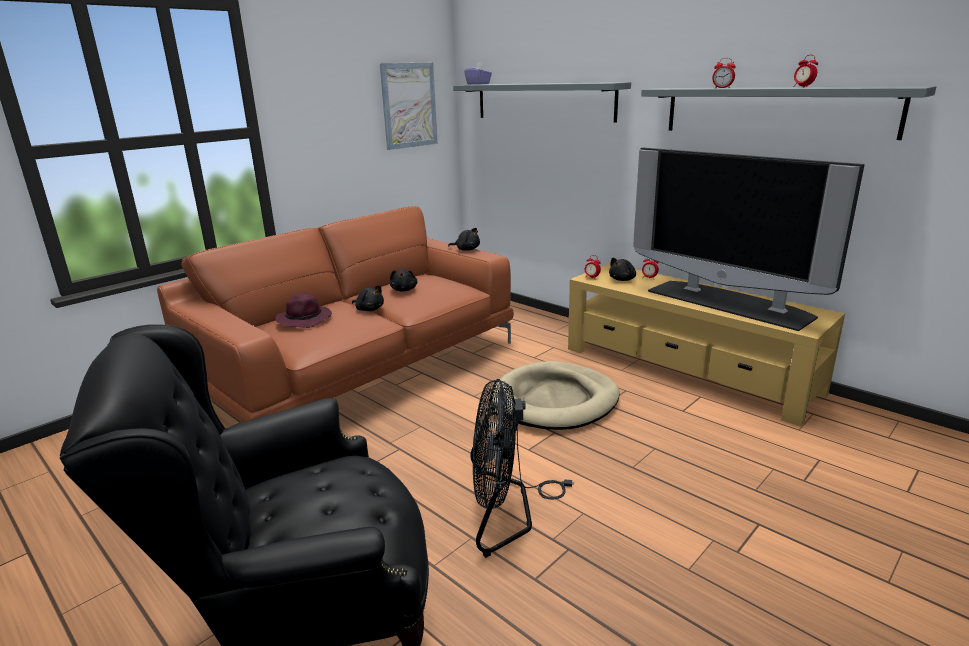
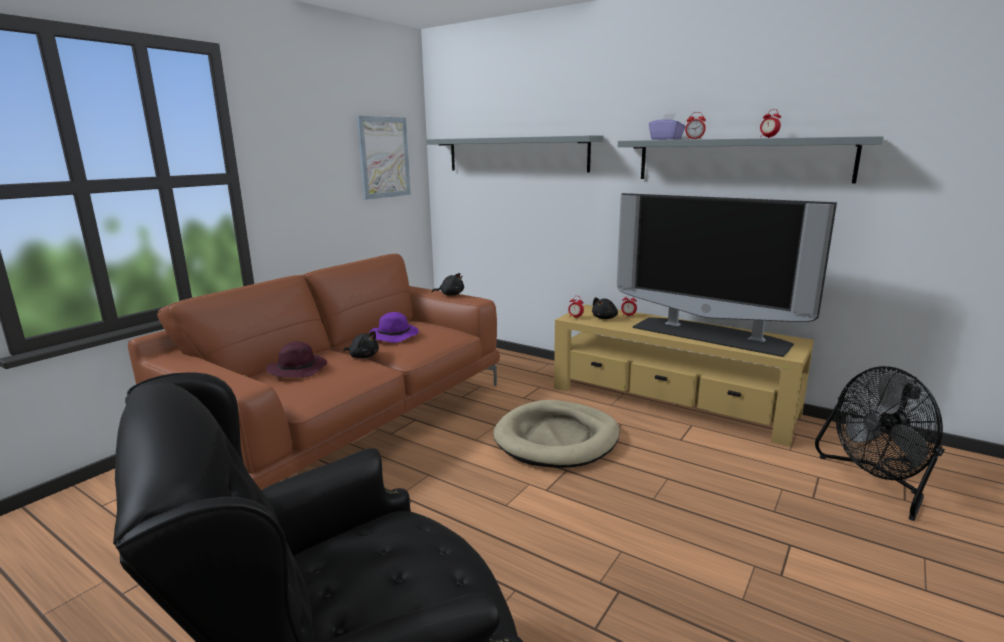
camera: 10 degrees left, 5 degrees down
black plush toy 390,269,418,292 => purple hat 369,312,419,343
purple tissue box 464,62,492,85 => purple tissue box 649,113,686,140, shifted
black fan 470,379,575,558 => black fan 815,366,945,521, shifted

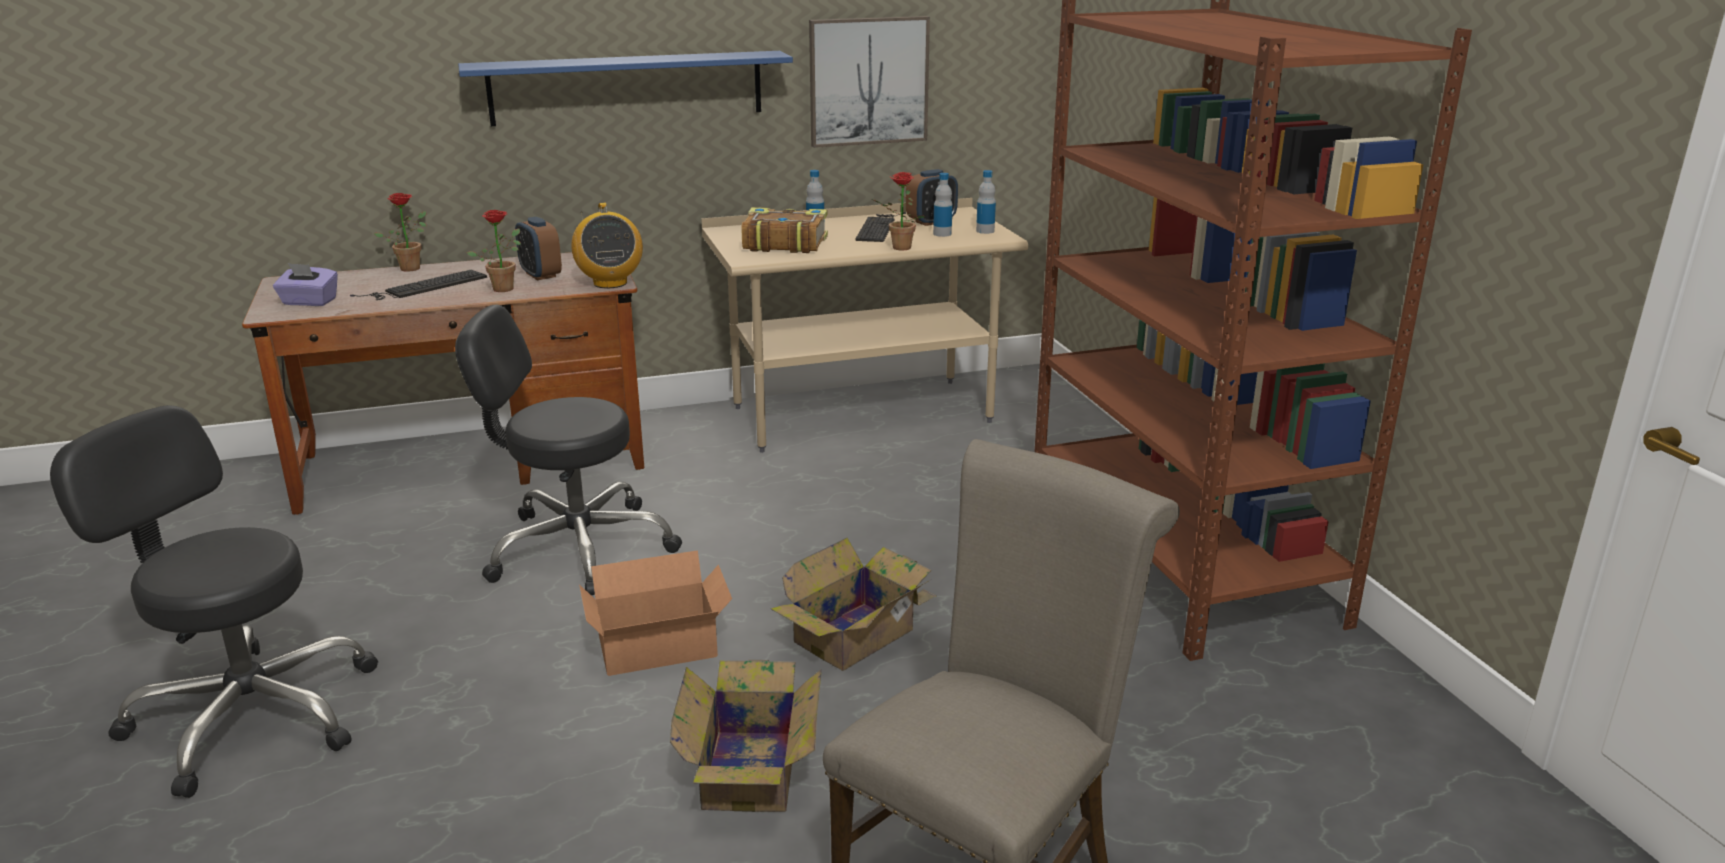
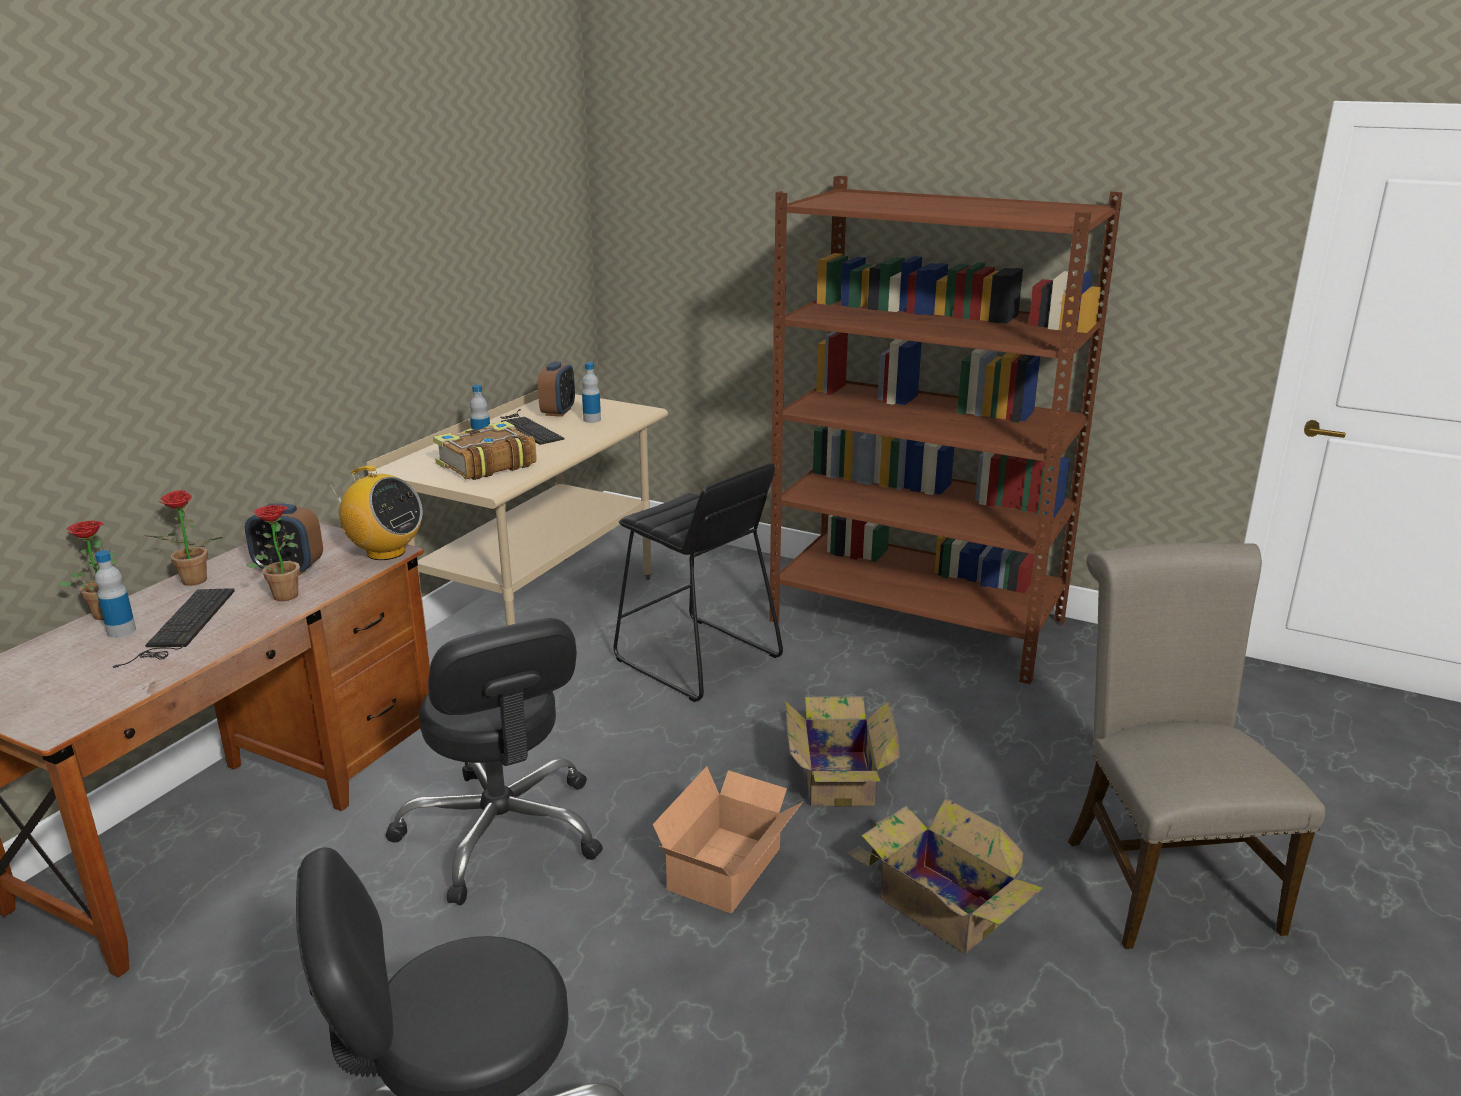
camera: 45 degrees left, 0 degrees up
purple tissue box 273,263,338,306 => nothing
black office chair 455,304,682,595 => black office chair 386,618,603,905, 75 degrees counterclockwise
blue shelf 458,51,793,126 => nothing
picture 809,16,930,148 => nothing
potted plant 872,172,925,250 => potted plant 145,490,222,586, shifted
bottle 976,170,996,234 => bottle 95,550,136,638, shifted
nothing => black stool 613,463,783,702

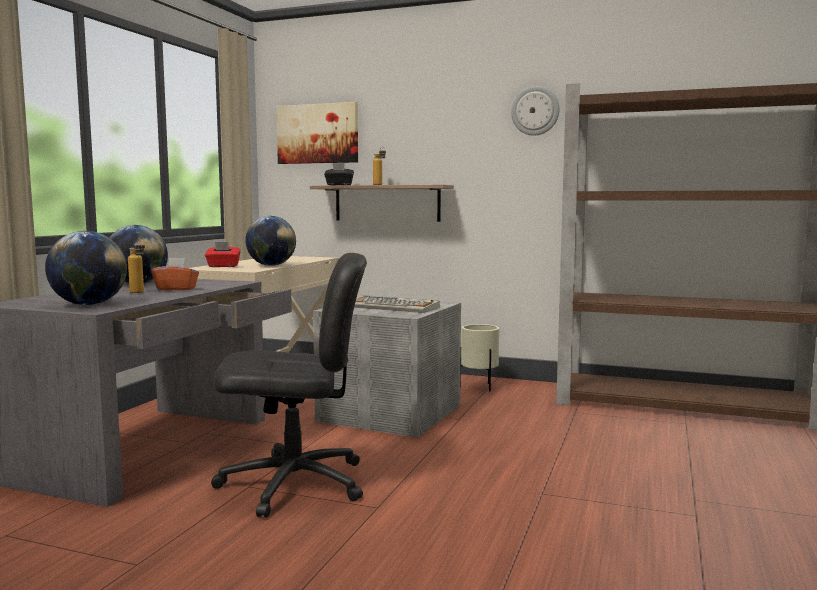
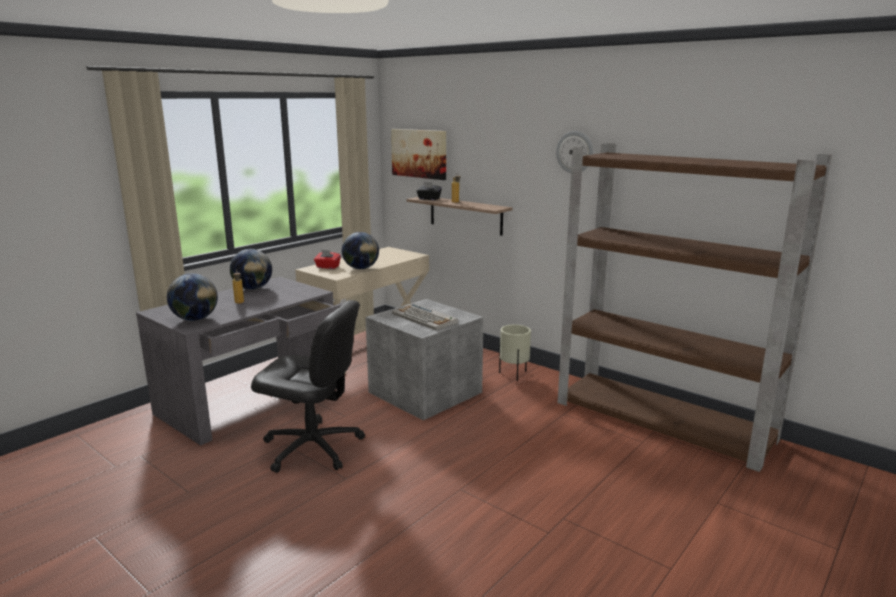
camera: 20 degrees right, 10 degrees up
orange tissue box 151,258,199,290 => nothing

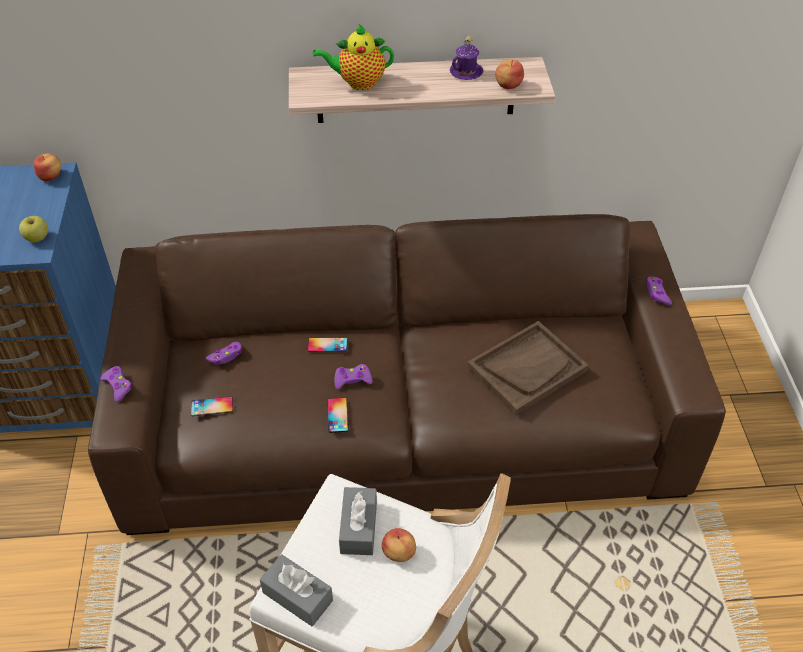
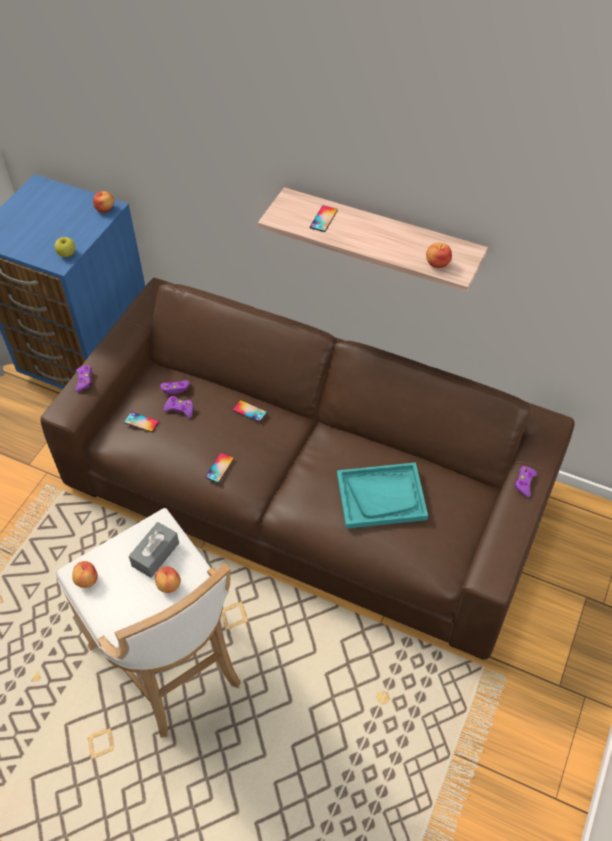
camera: 30 degrees right, 5 degrees up
grey tissue box 260,554,333,626 => apple 72,561,98,588
teapot 313,23,394,90 => phone 310,205,338,232
purple game controller 334,364,373,389 => purple game controller 164,396,193,418, shifted
purple mug 450,36,483,80 => nothing
brown tray 467,321,588,415 => turquoise tray 337,462,428,529

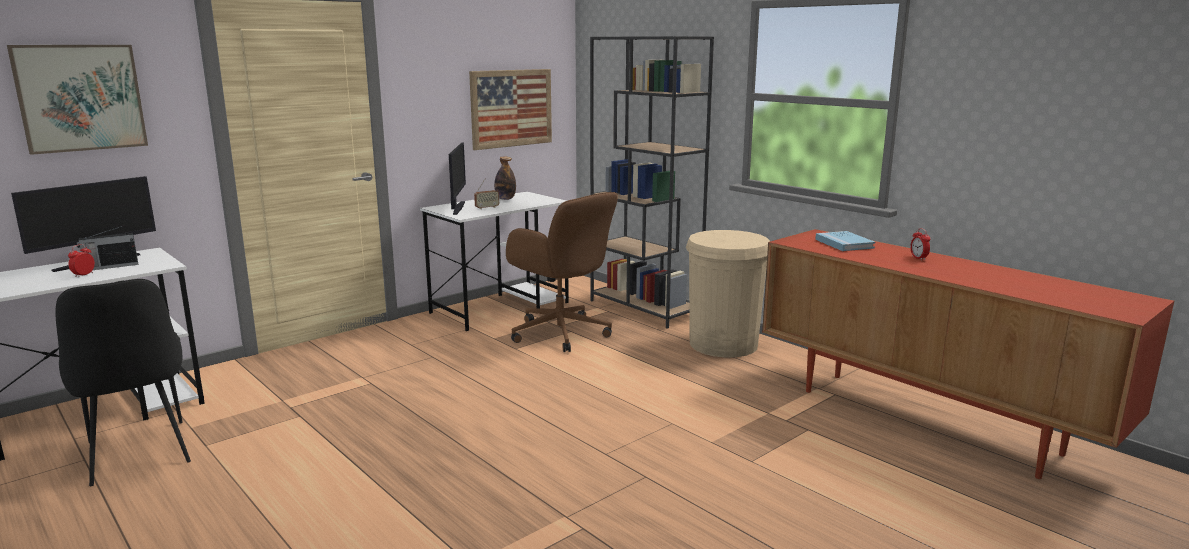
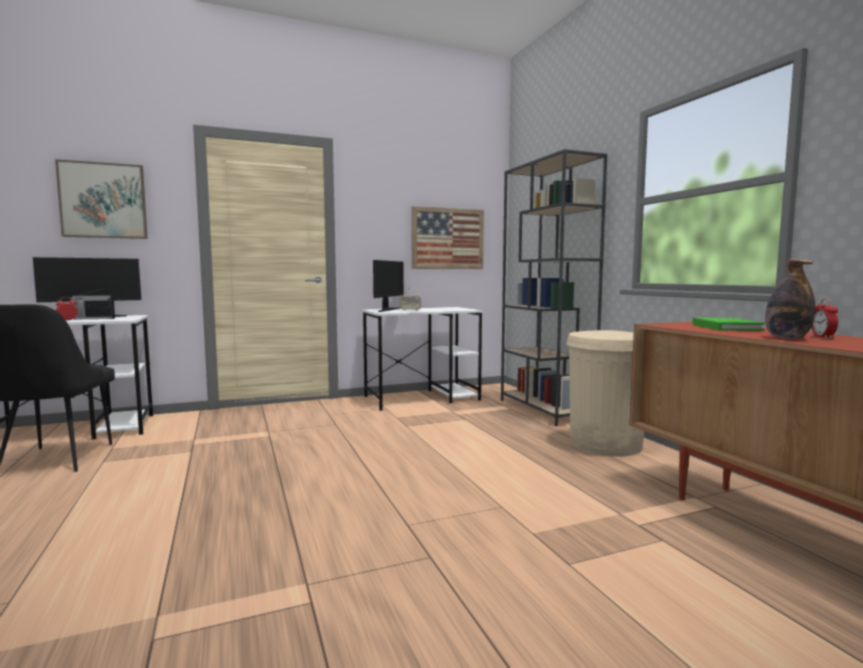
camera: 20 degrees right, 10 degrees down
bottle 494,157,516,200 => bottle 765,259,815,339, shifted
brown office chair 506,192,618,352 => nothing
blue book 815,231,875,251 => green book 692,318,765,331

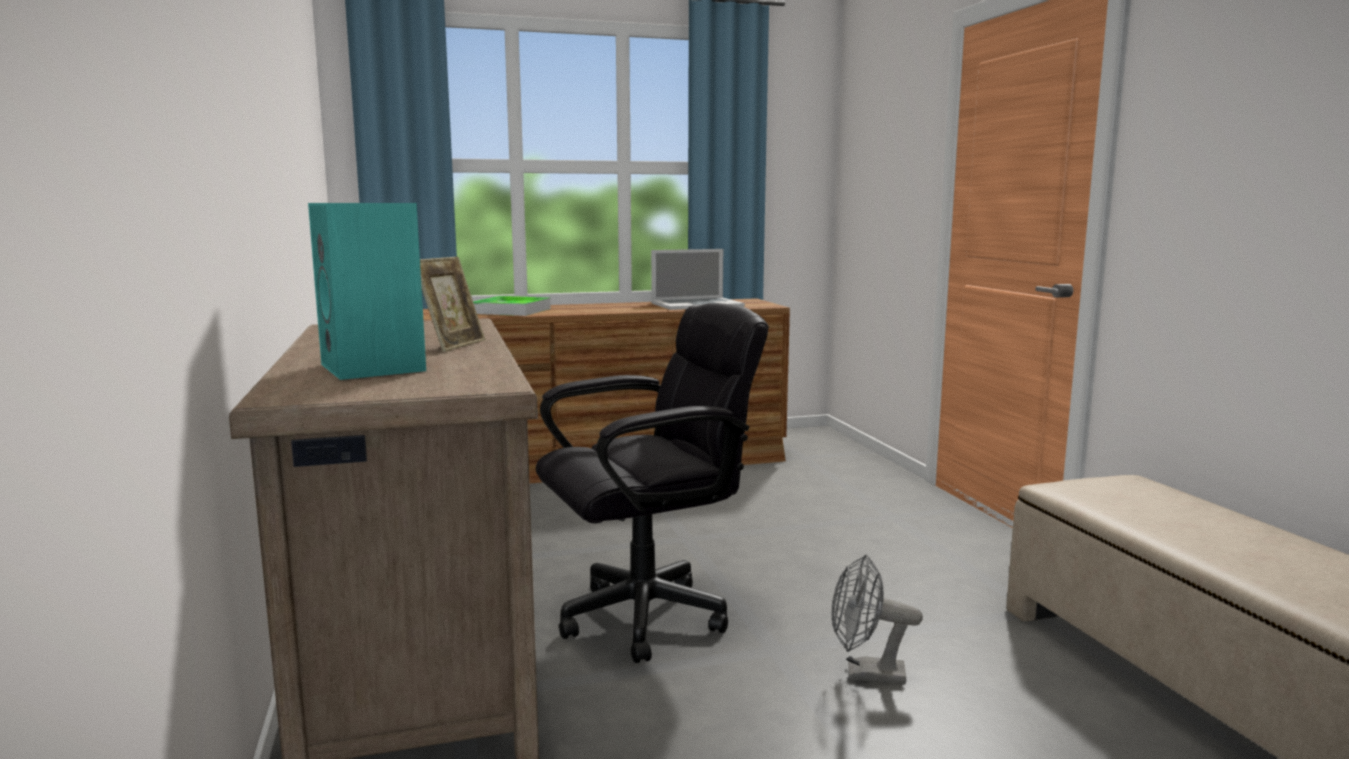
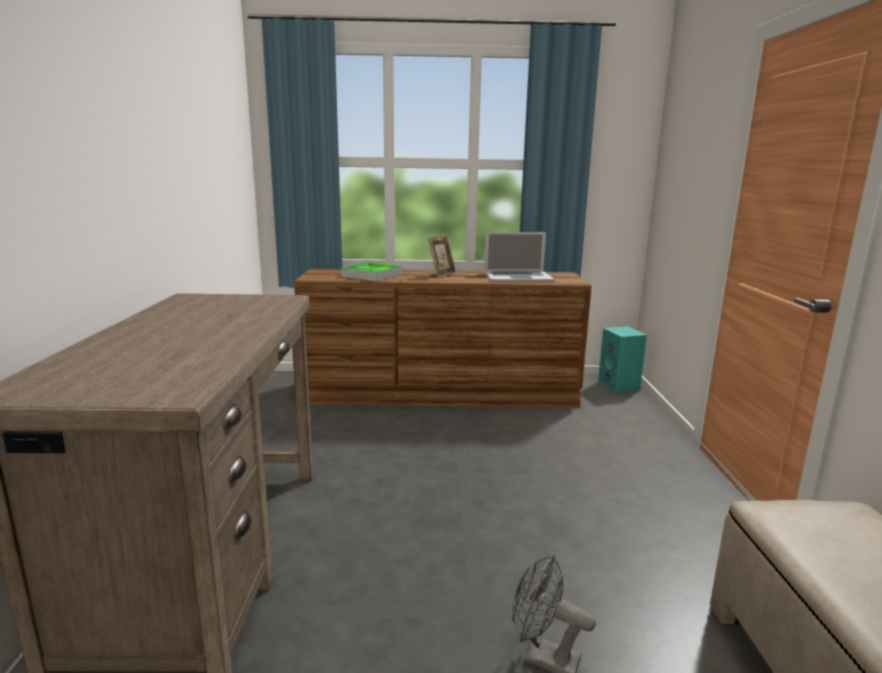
camera: 15 degrees right, 5 degrees up
turquoise speaker 308,203,426,380 => turquoise speaker 598,326,647,392, shifted
picture frame 420,257,485,352 => picture frame 428,235,456,278, shifted
black office chair 536,303,769,663 => nothing

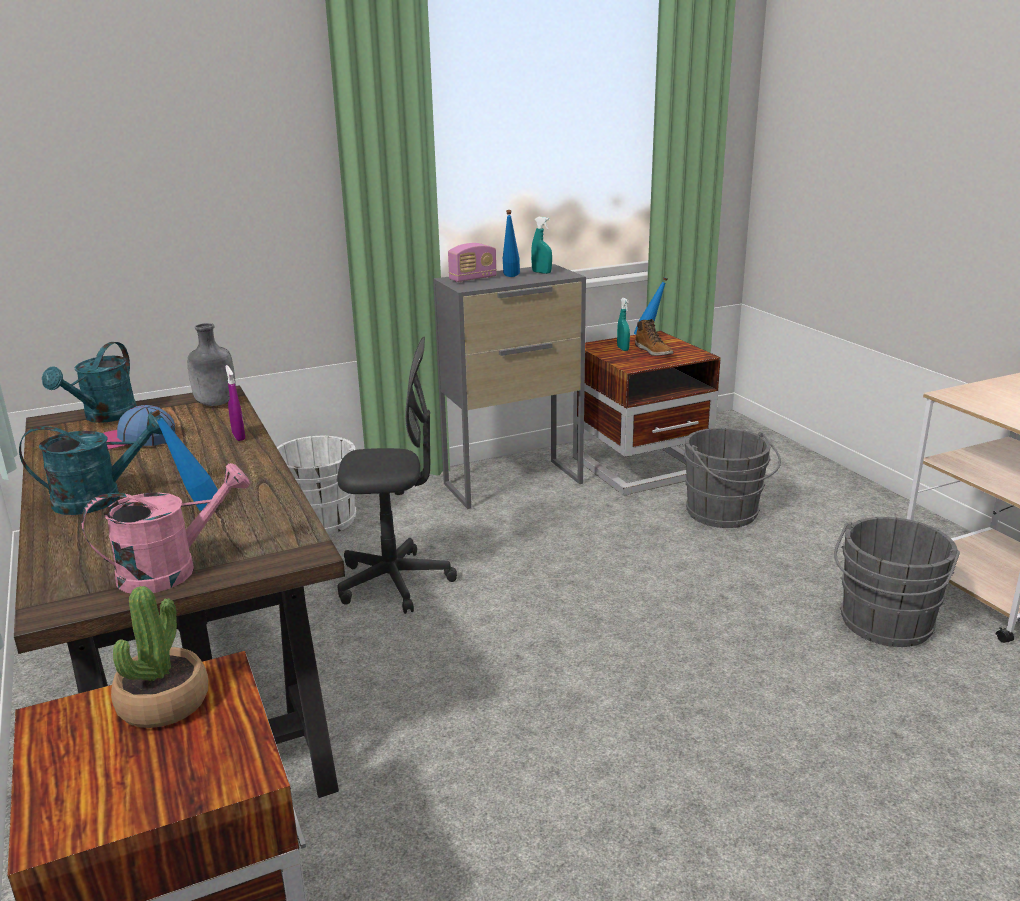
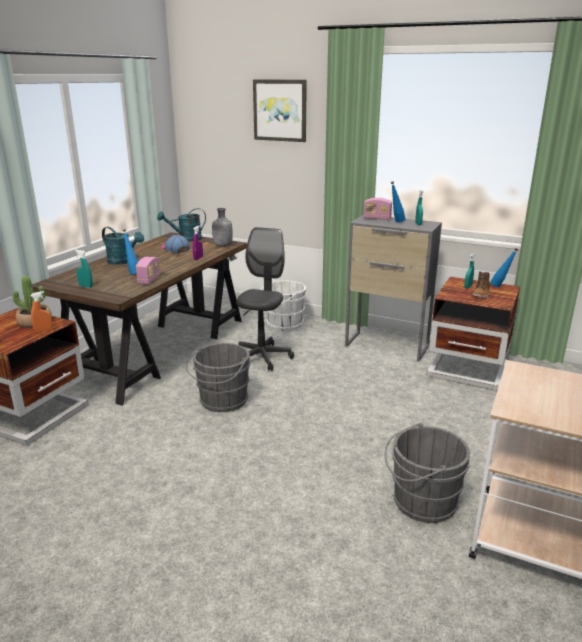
camera: 50 degrees right, 0 degrees up
pink watering can 81,463,250,593 => turquoise spray bottle 75,250,93,288
grey office chair 337,337,457,614 => grey office chair 236,227,294,371, 120 degrees counterclockwise
grey bucket 684,428,781,528 => grey bucket 186,343,251,412, shifted
nothing => orange spray bottle 30,291,52,333
nothing => radio 136,257,160,284
nothing => picture 253,80,307,142

